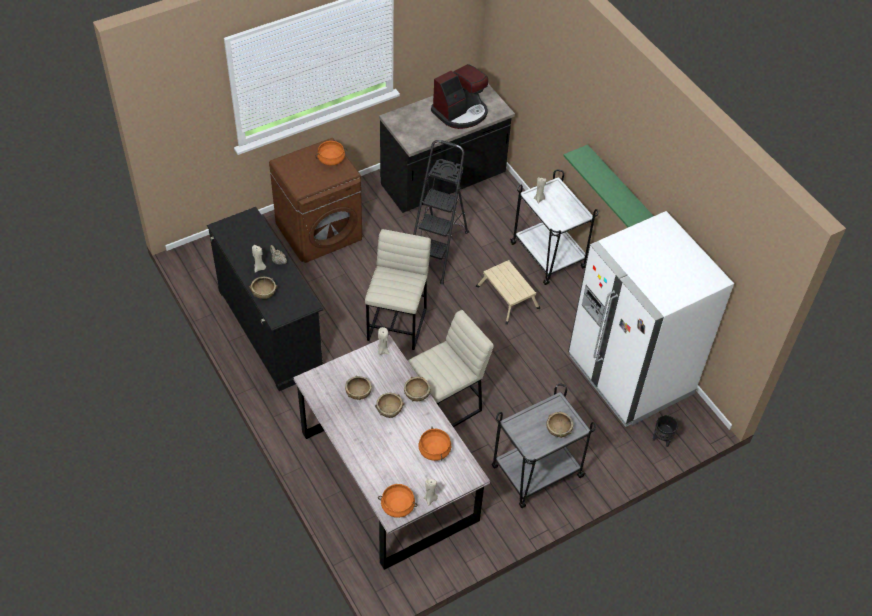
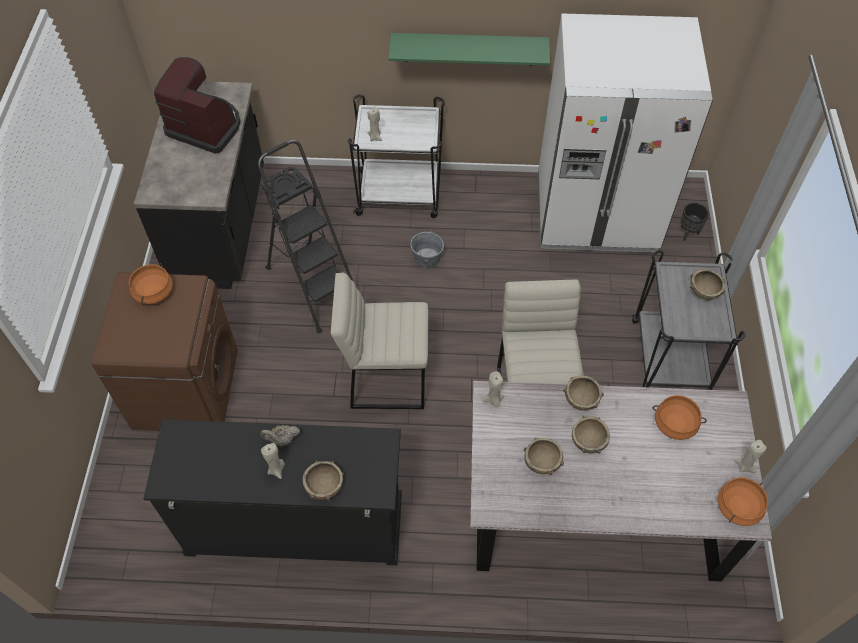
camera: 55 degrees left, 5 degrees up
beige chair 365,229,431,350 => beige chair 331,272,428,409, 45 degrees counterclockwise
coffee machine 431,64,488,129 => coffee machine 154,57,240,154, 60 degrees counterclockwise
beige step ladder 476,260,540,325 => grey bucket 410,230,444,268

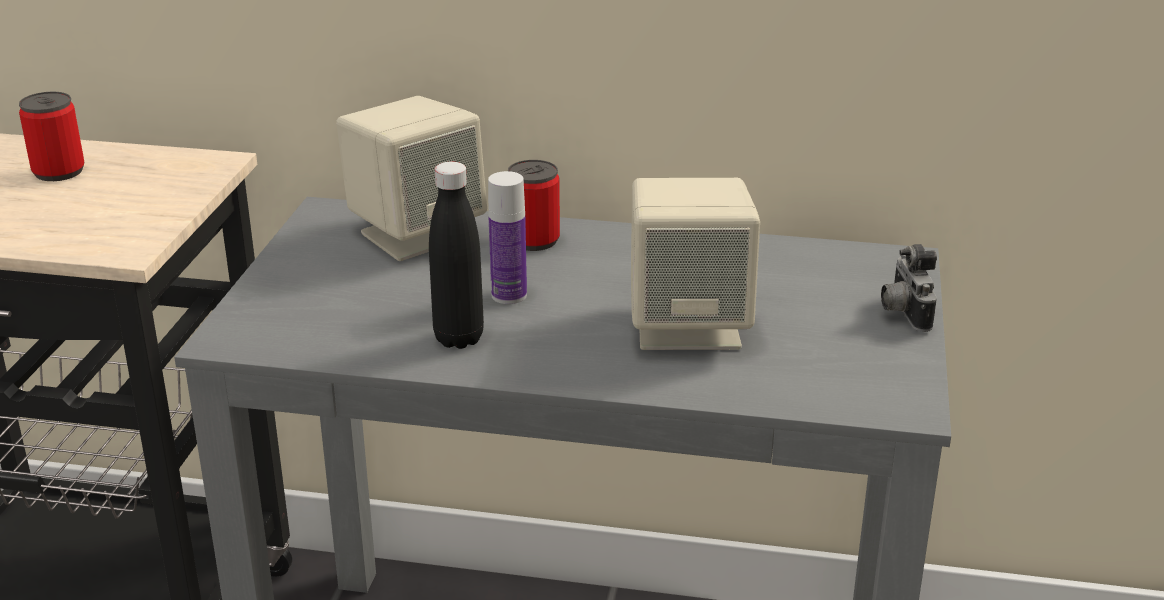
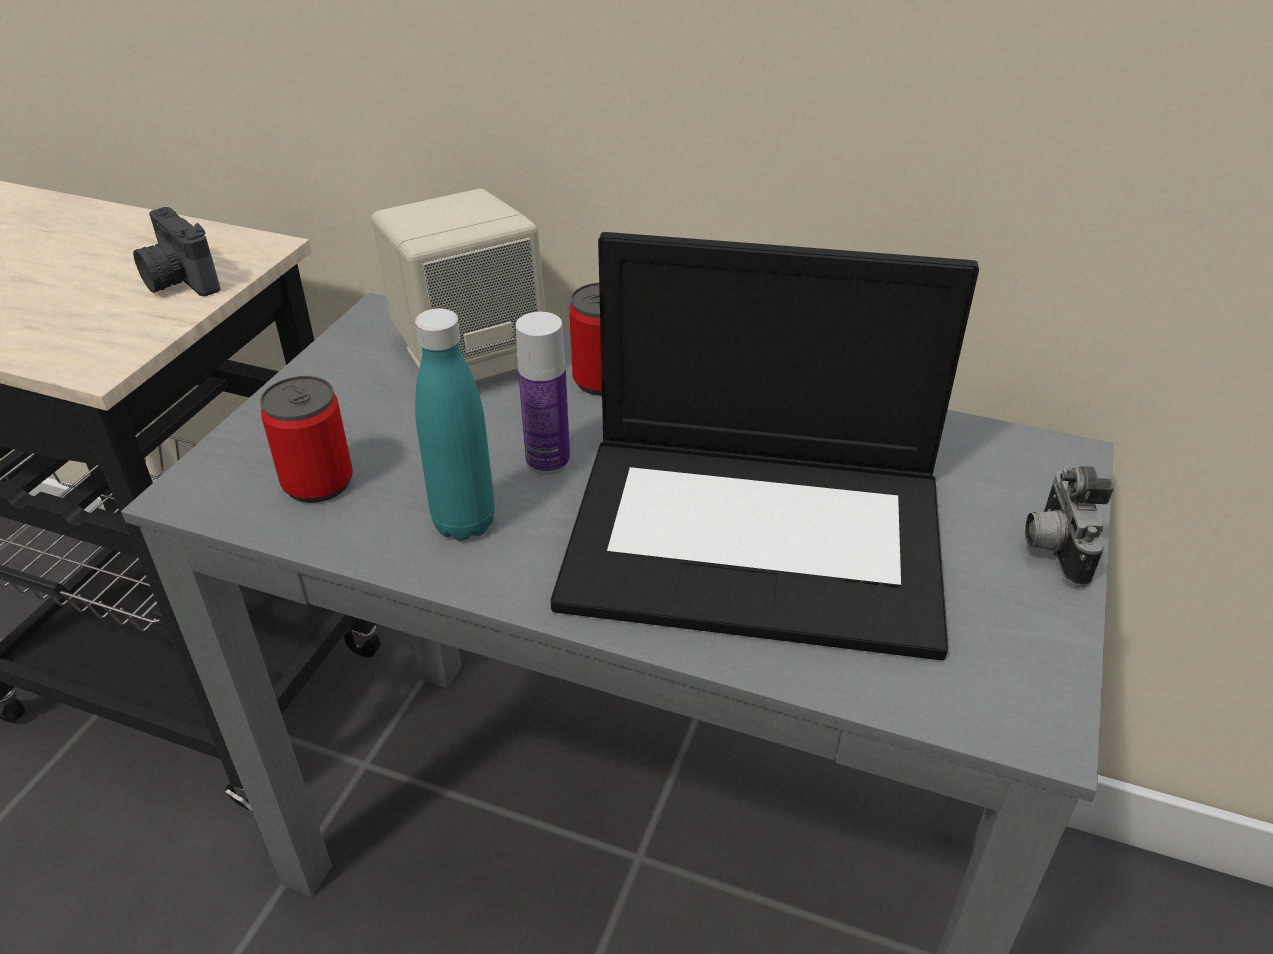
camera: 10 degrees right, 10 degrees up
can 19,92,84,181 => can 260,376,353,503, shifted
black bottle 429,162,484,349 => turquoise bottle 415,308,495,541
beige speaker 631,178,760,350 => laptop 550,232,979,661
nothing => photo camera 133,207,220,296

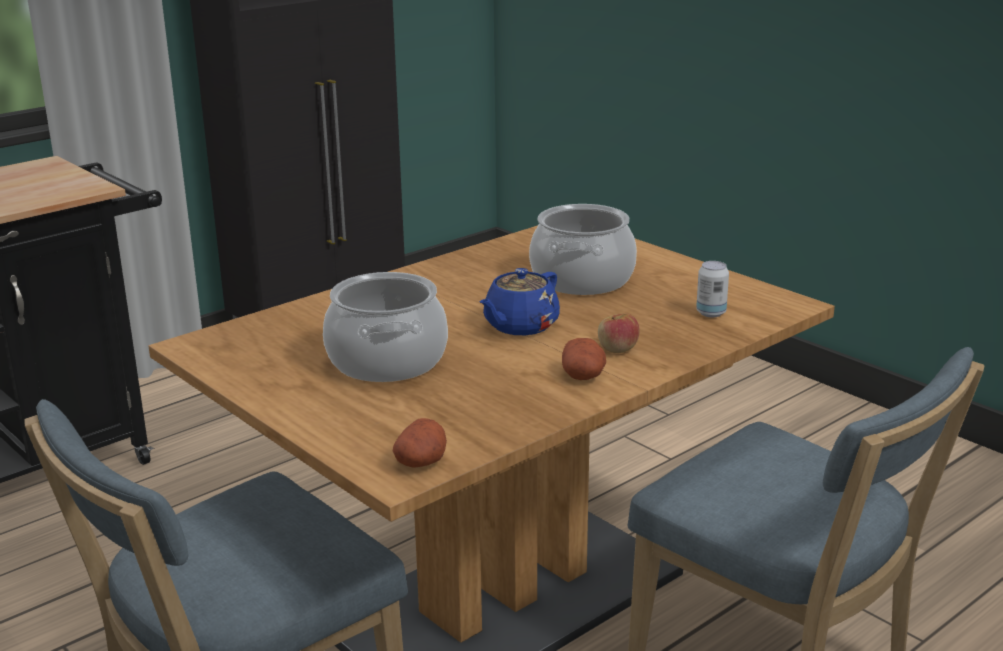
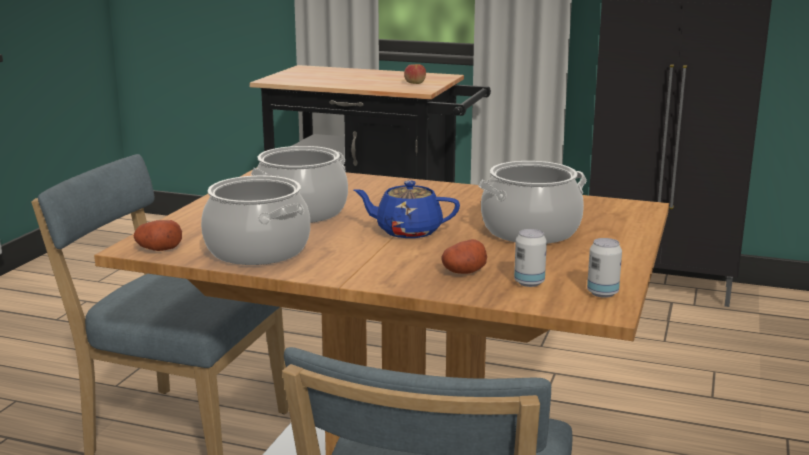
camera: 60 degrees right, 5 degrees down
potato 562,338,606,380 => potato 441,239,487,274, shifted
apple 598,314,640,353 => apple 404,64,426,84, shifted
nothing => cooking pot 201,175,310,265
nothing => can 587,238,622,298

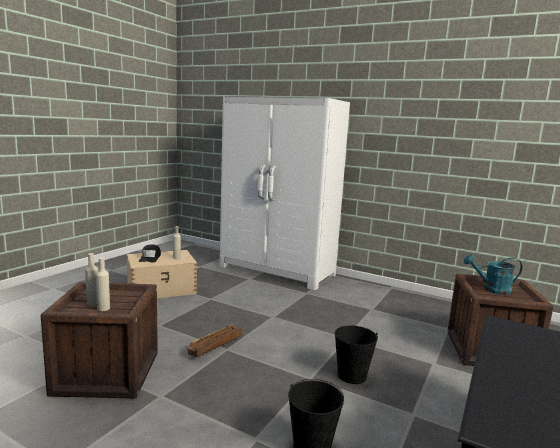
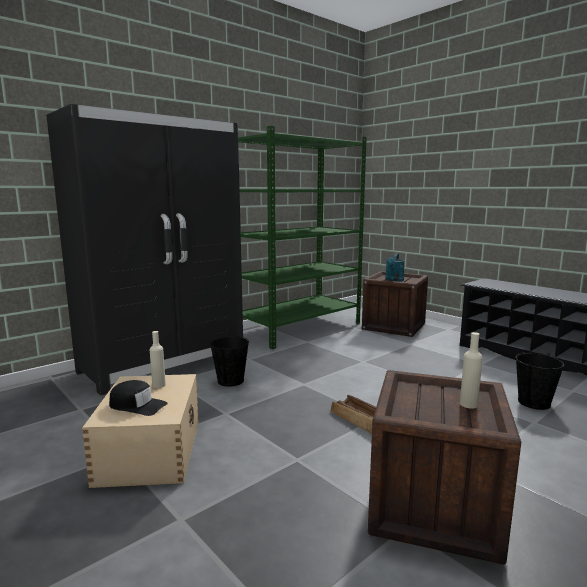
camera: 70 degrees left, 0 degrees up
beige bottle 85,253,98,305 => nothing
white cabinet 220,96,350,290 => black cabinet 46,104,243,395
black bucket 335,326,378,384 => black bucket 210,335,249,387, shifted
nothing => green bookcase 238,126,367,349

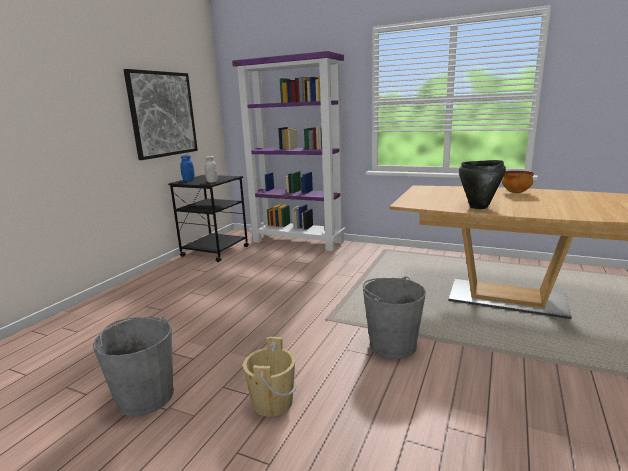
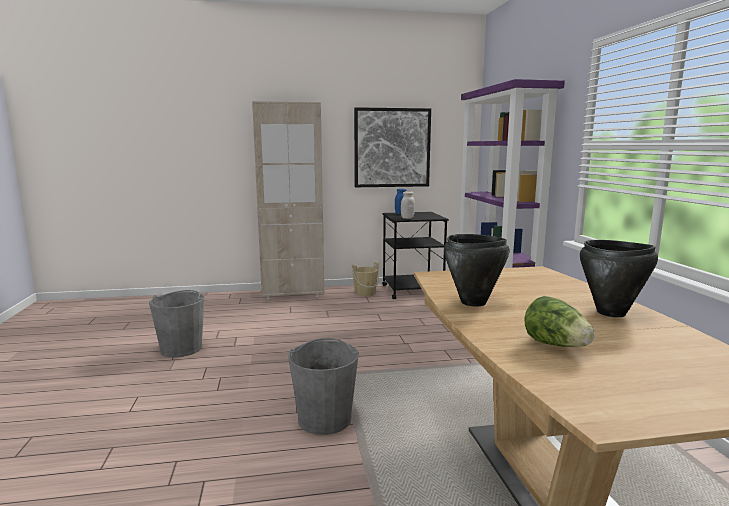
camera: 55 degrees right, 5 degrees down
beige bucket 243,337,296,417 => beige bucket 352,262,379,296, shifted
bowl 502,171,534,193 => black cooking pot 580,240,658,317
nothing => beige cabinet 252,101,324,300
nothing => lettuce 524,296,595,347

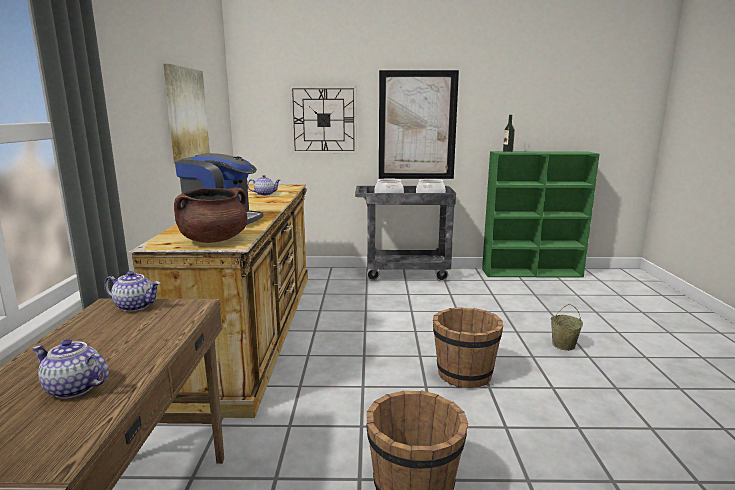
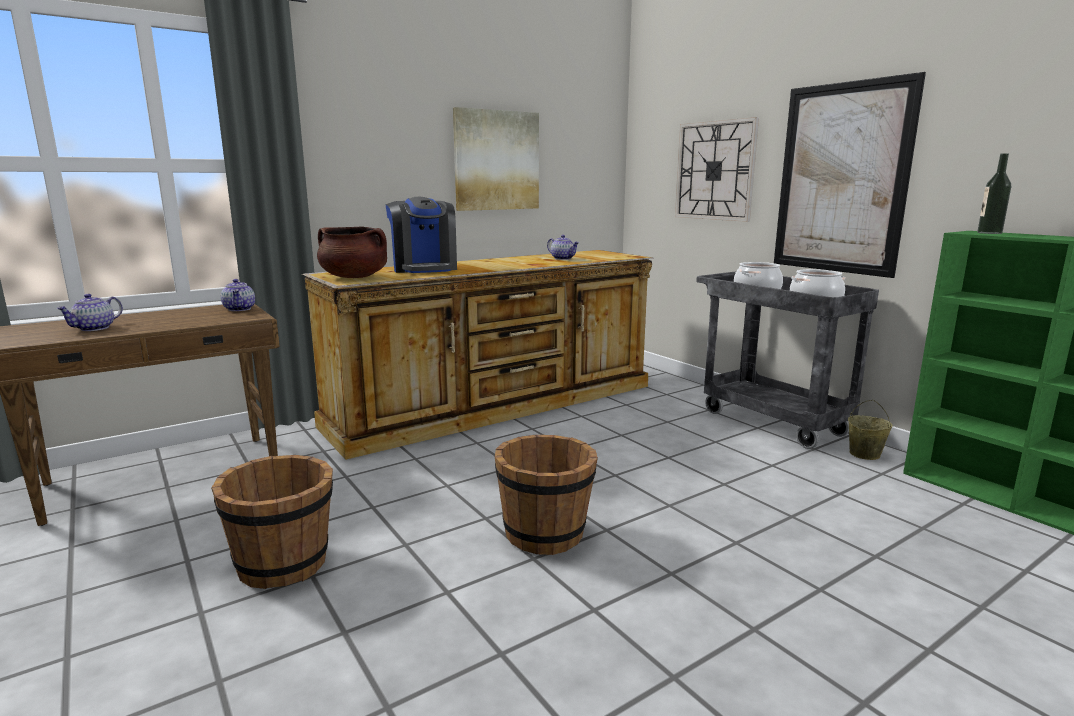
camera: 55 degrees right, 0 degrees up
teapot 32,339,109,399 => teapot 56,294,123,331, 135 degrees counterclockwise
beige bucket 551,304,583,351 => beige bucket 848,400,893,460, shifted

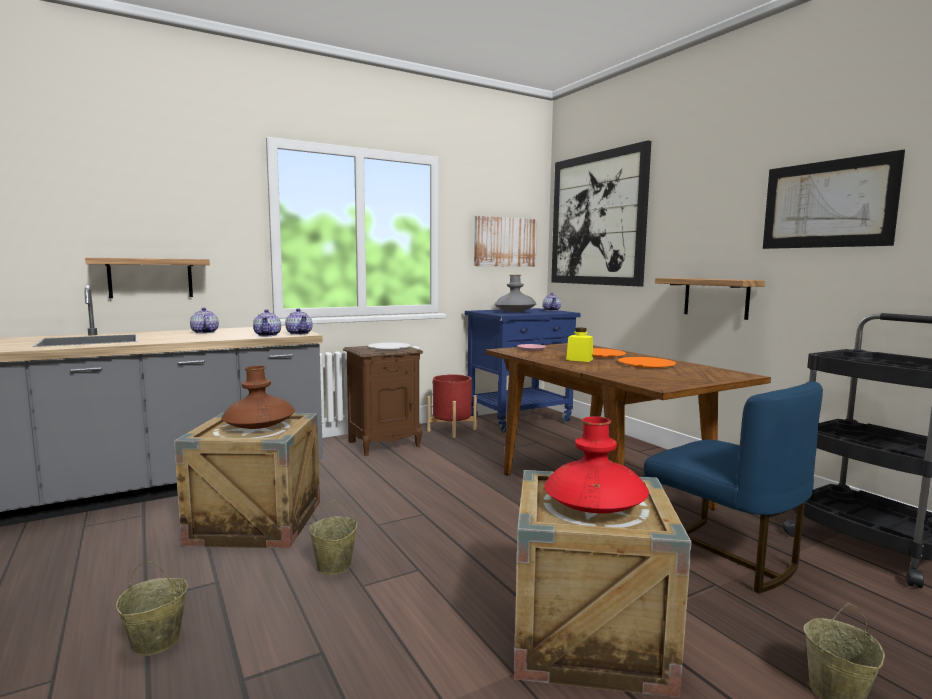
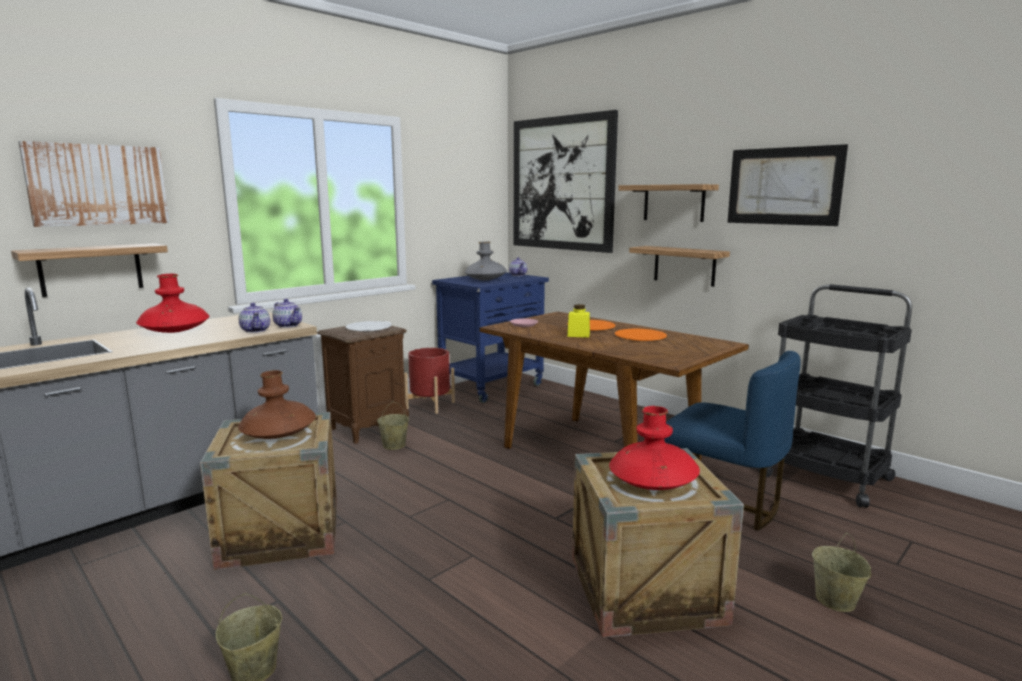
camera: 15 degrees left, 5 degrees up
teapot 190,308,219,334 => red vase 136,274,210,333
beige bucket 309,500,357,575 => beige bucket 377,401,409,450, shifted
picture 474,216,537,267 => picture 18,141,169,227, shifted
nothing => shelf 618,184,719,222

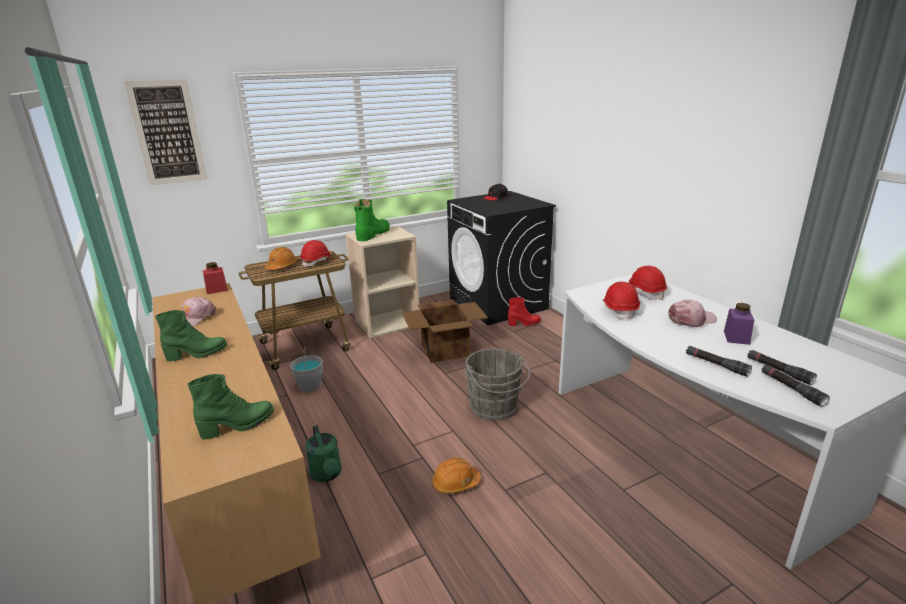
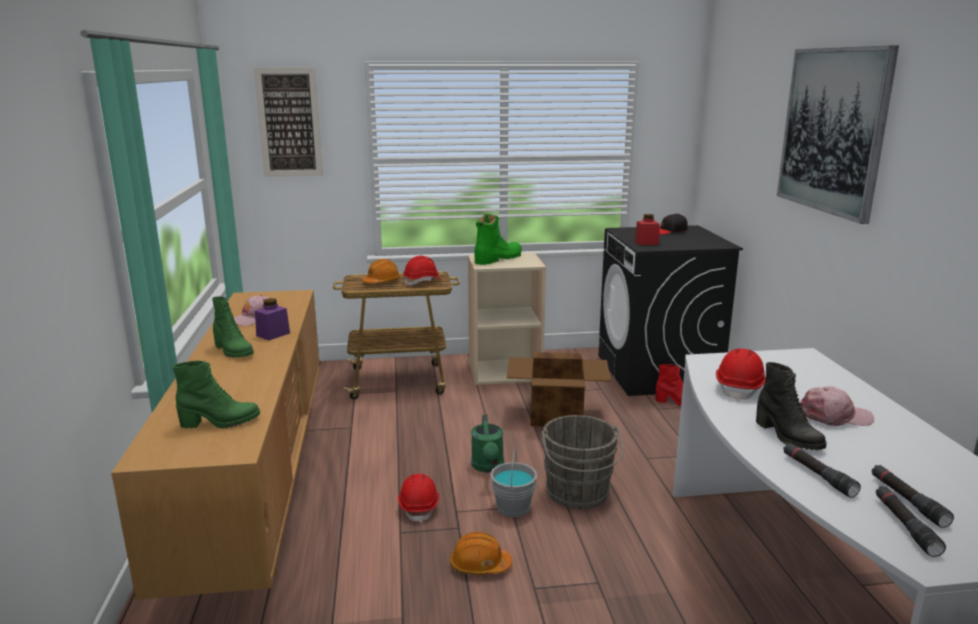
camera: 20 degrees right, 5 degrees down
green boot 155,310,227,361 => green boot 212,297,254,358, 45 degrees clockwise
red jar 203,262,228,294 => red jar 635,214,660,245, shifted
grey bucket 290,347,323,392 => grey bucket 490,449,537,517, shifted
green watering can 305,425,342,482 => green watering can 471,415,504,472, shifted
red hard hat 629,266,667,300 => red hard hat 398,474,439,523, shifted
purple jar 724,303,754,345 => purple jar 255,298,290,340, shifted
nothing => black boot 756,362,826,450
nothing => picture 777,45,899,224

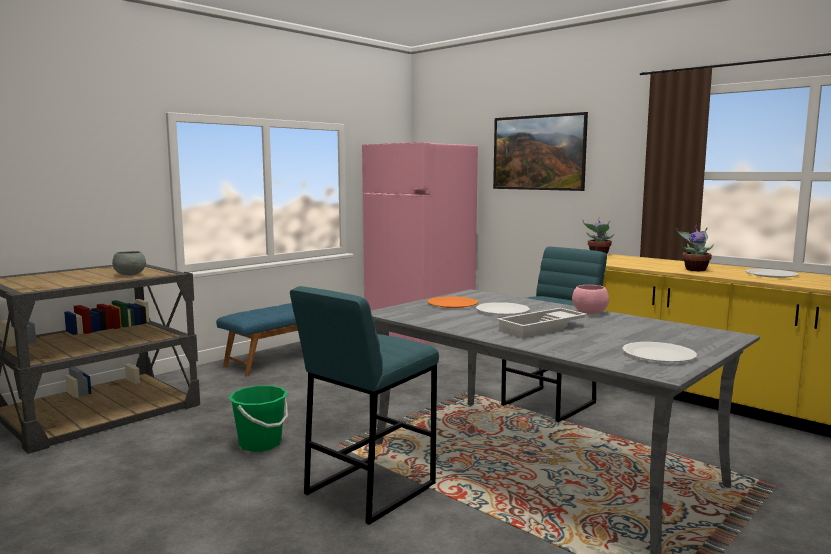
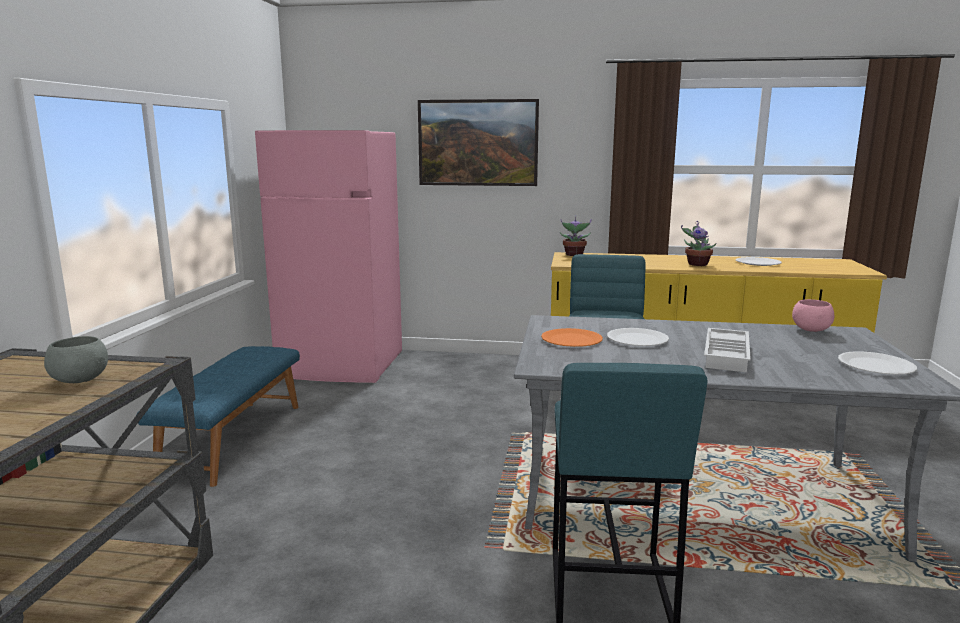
camera: 35 degrees left, 5 degrees up
green bucket 229,386,288,452 => nothing
pink bowl 572,285,609,314 => pink bowl 792,299,835,332, shifted

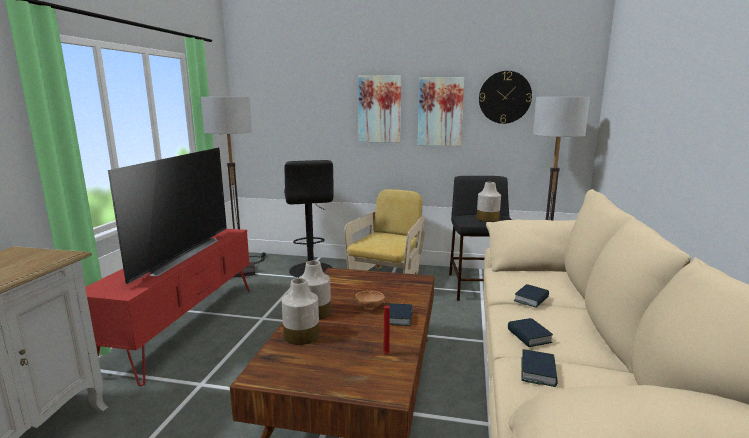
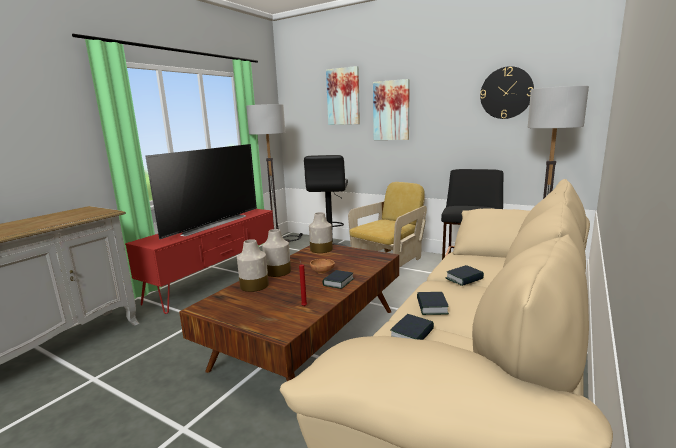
camera: 20 degrees right, 0 degrees up
picture 418,77,464,146 => picture 326,66,360,125, shifted
beige vase 477,182,501,222 => beige vase 309,212,333,253, shifted

